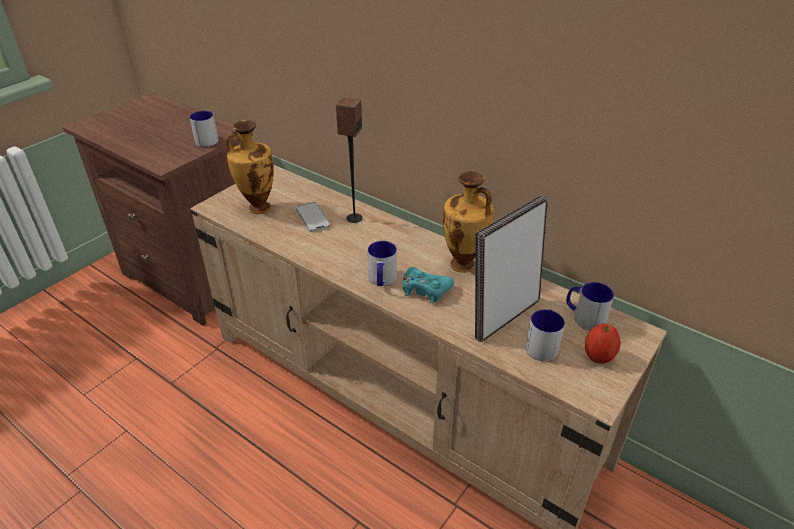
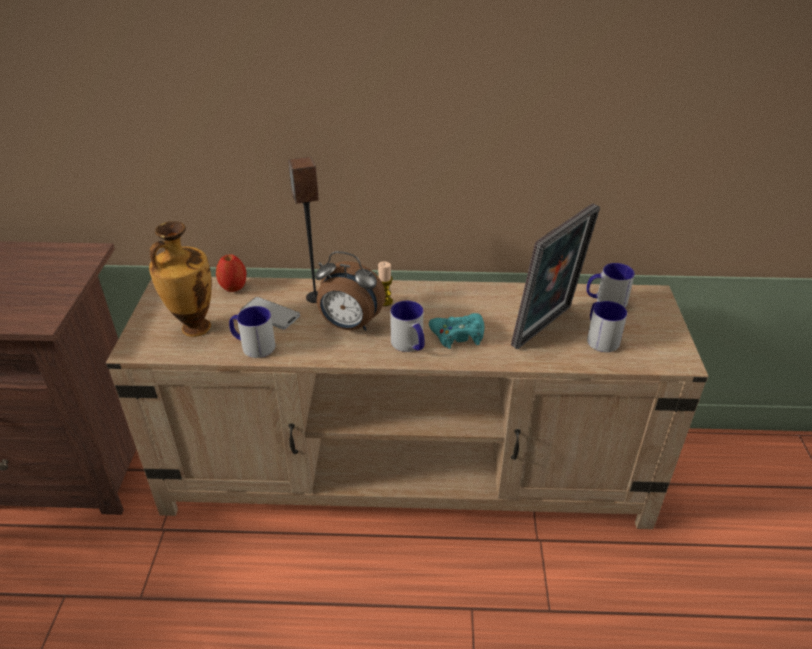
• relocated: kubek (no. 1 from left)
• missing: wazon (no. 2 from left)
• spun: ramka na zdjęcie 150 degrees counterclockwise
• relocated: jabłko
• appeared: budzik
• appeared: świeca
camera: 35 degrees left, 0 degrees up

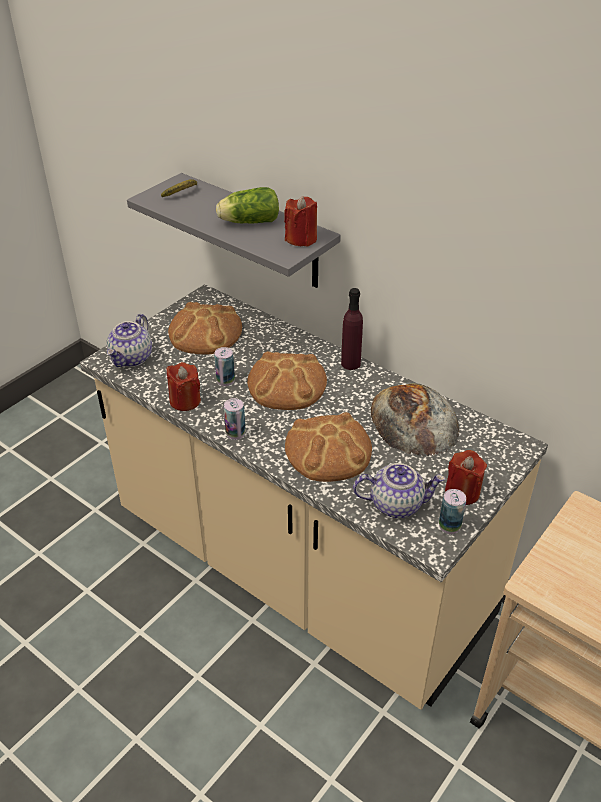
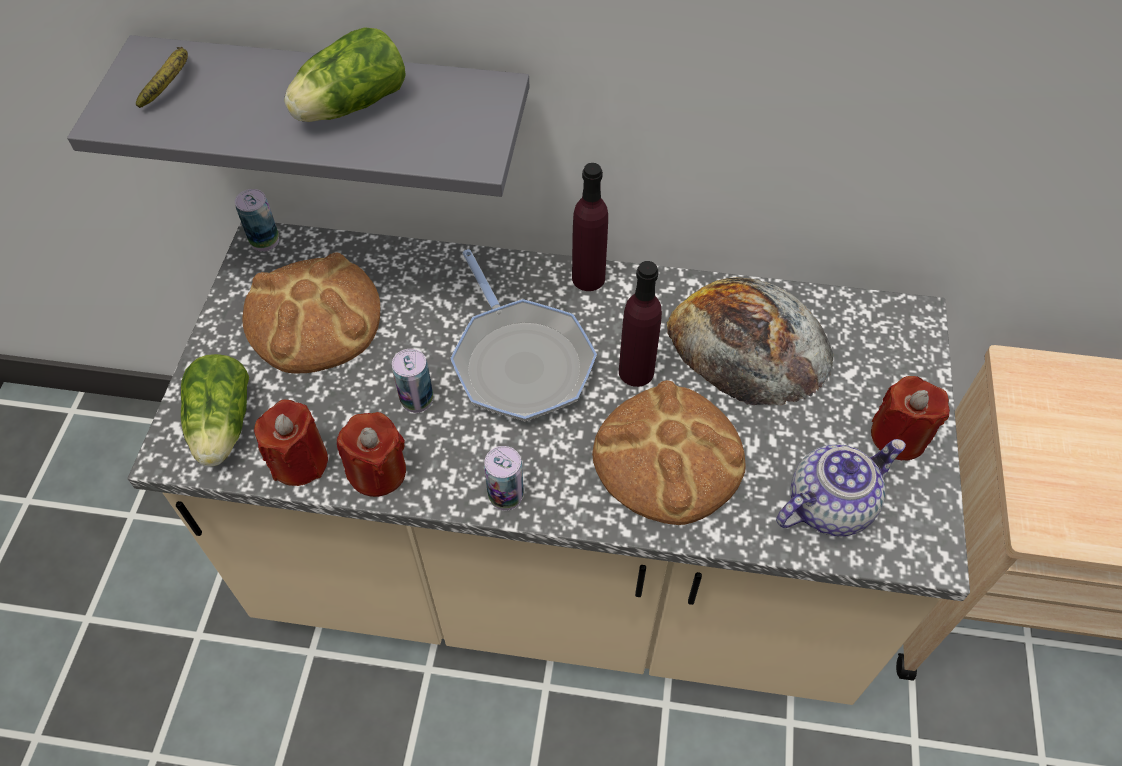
• relocated: świeca [czerwony] (no. 2 from left in the first image) to świeca [czerwony] (no. 1 from left)
• exchanged: imbryk (no. 1 from left) to sałata (no. 1 from left)
• exchanged: chleb (no. 2 from left) to patelnia
• relocated: puszka (no. 3 from left in the first image) to puszka (no. 1 from left)
• appeared: butelka [fioletowy] (no. 2 from left)
camera: 30 degrees left, 15 degrees up

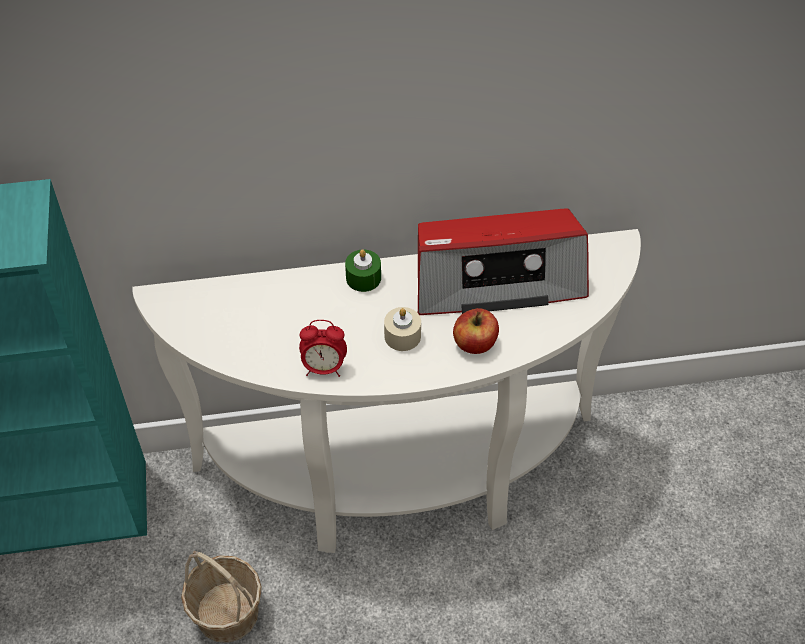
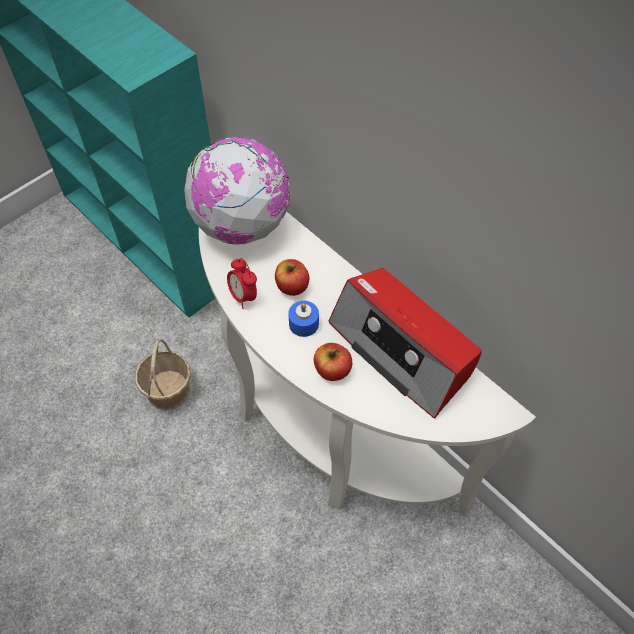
• missing: świeca [zielony]
• colour: świeca [beżowy] to świeca [niebieski]
• appeared: globus
• appeared: jabłko (no. 1 from left)
camera: 55 degrees right, 5 degrees up

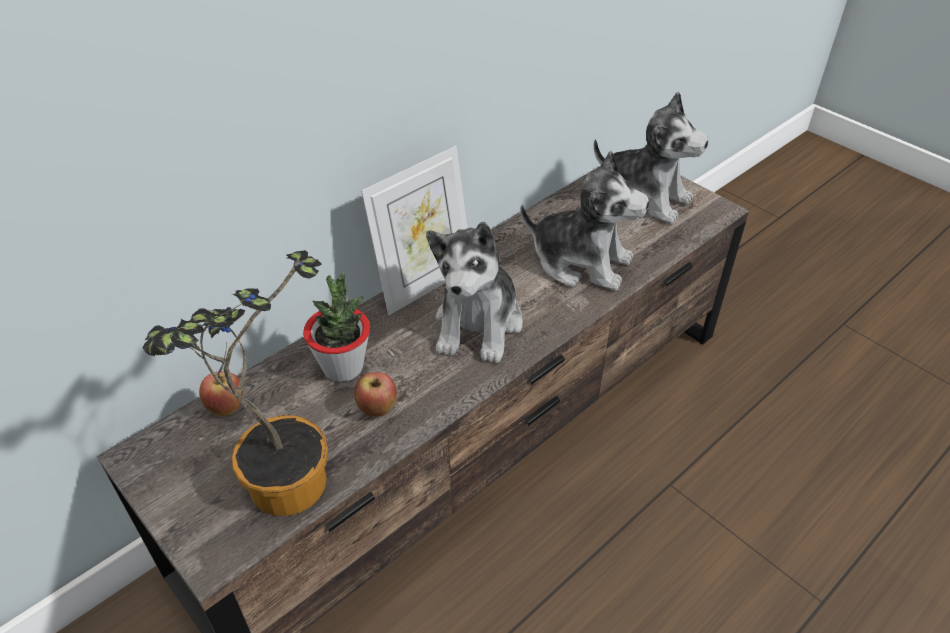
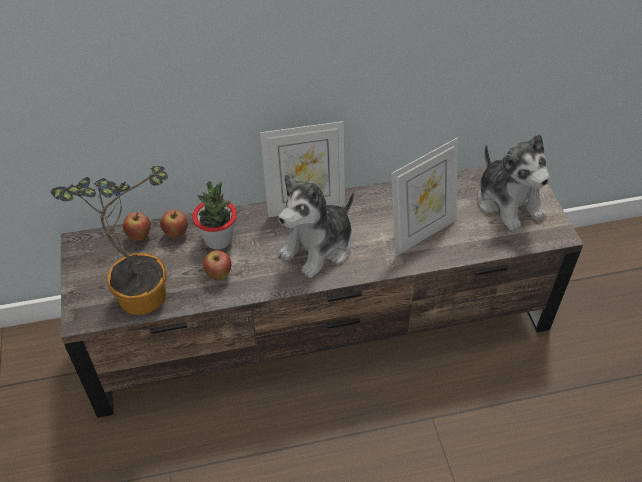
• exchanged: pluszak (no. 2 from left) to ramka na zdjęcie (no. 2 from left)
• appeared: jabłko (no. 2 from left)
camera: 30 degrees right, 5 degrees up

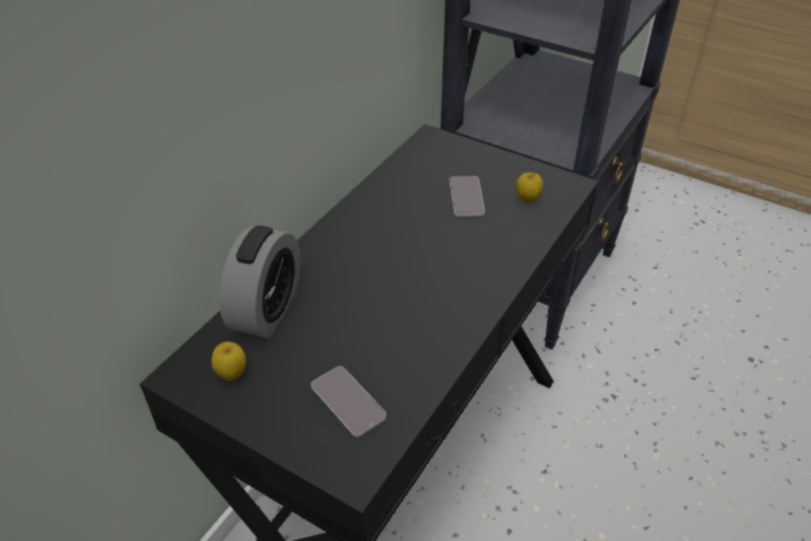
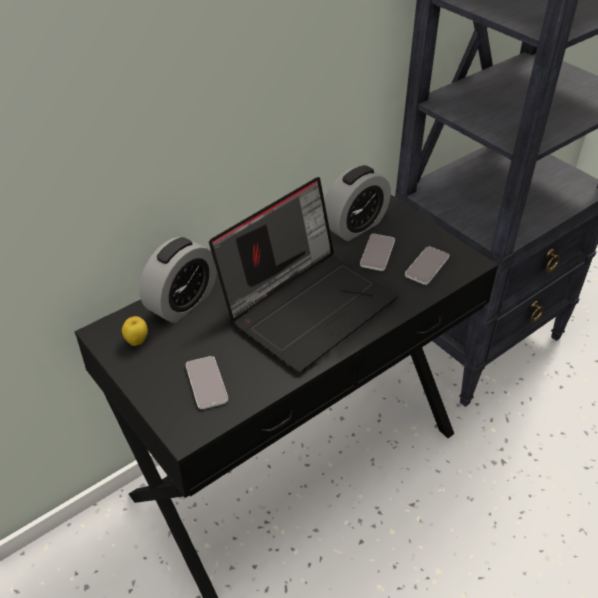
• exchanged: jabłko (no. 2 from left) to telefon (no. 3 from left)
• appeared: budzik (no. 2 from left)
• appeared: laptop
camera: 20 degrees right, 0 degrees up

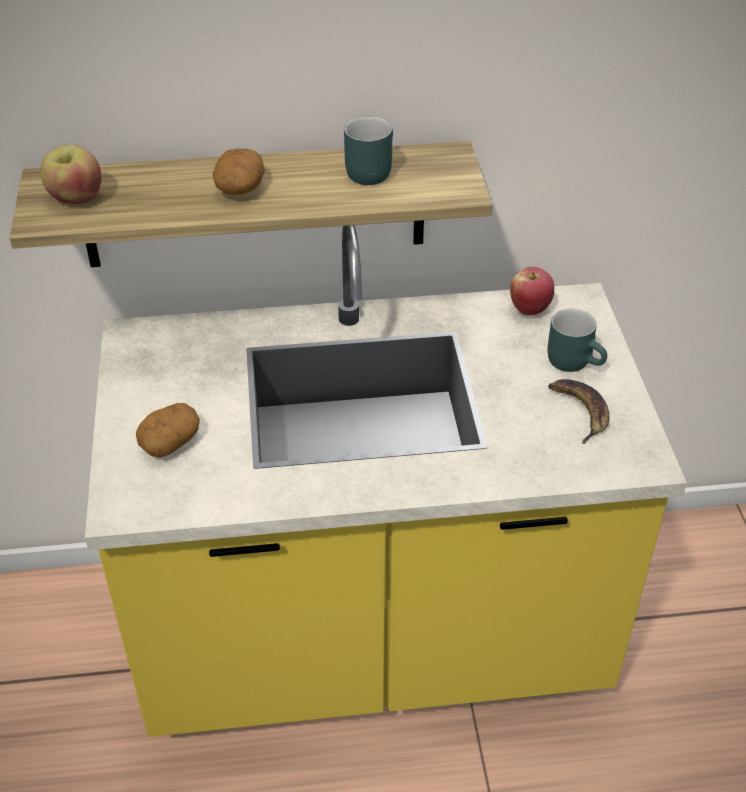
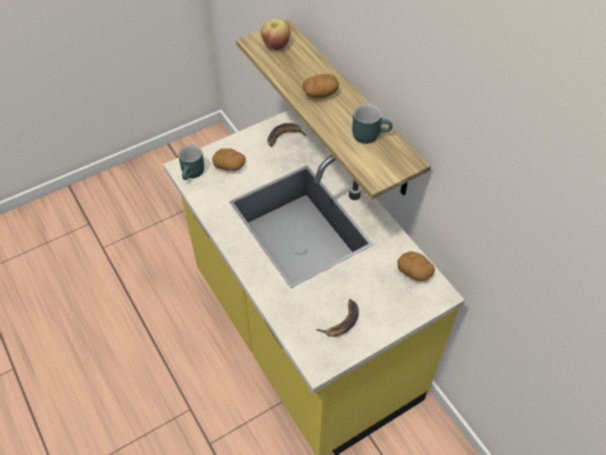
• exchanged: jabłko (no. 2 from left) to ziemniak (no. 3 from left)
• relocated: kubek [turkusowy] (no. 2 from left in the first image) to kubek [turkusowy] (no. 1 from left)
• appeared: banan (no. 1 from left)
camera: 65 degrees right, 10 degrees up

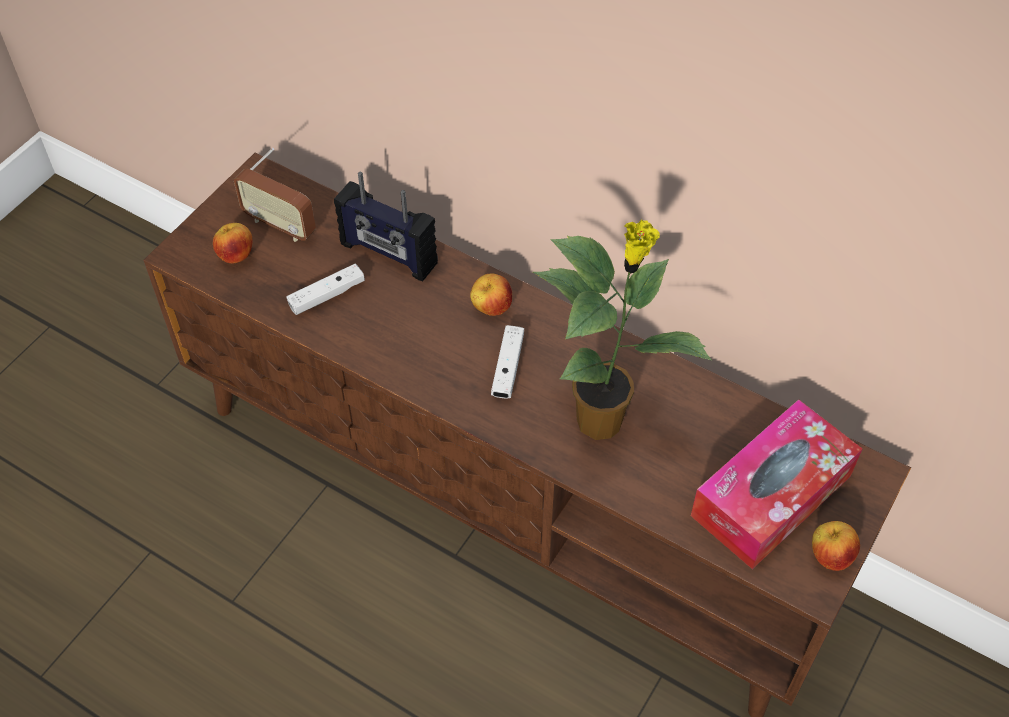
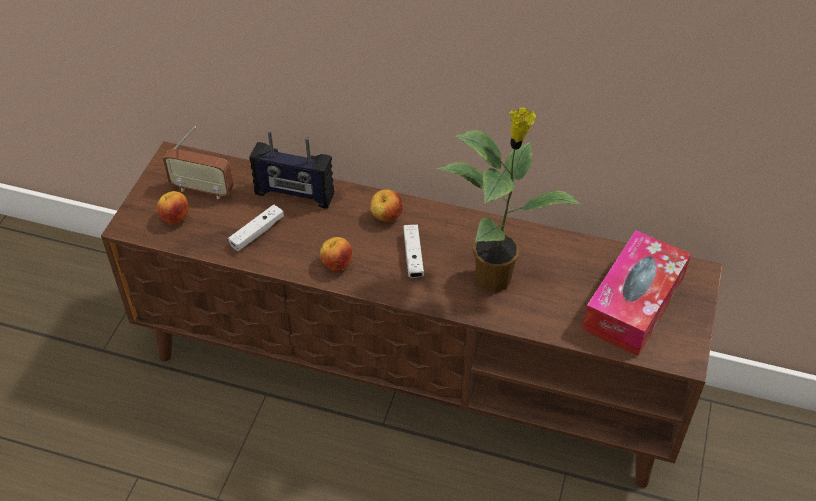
• relocated: jabłko (no. 3 from left in the first image) to jabłko (no. 2 from left)
camera: 15 degrees left, 5 degrees down

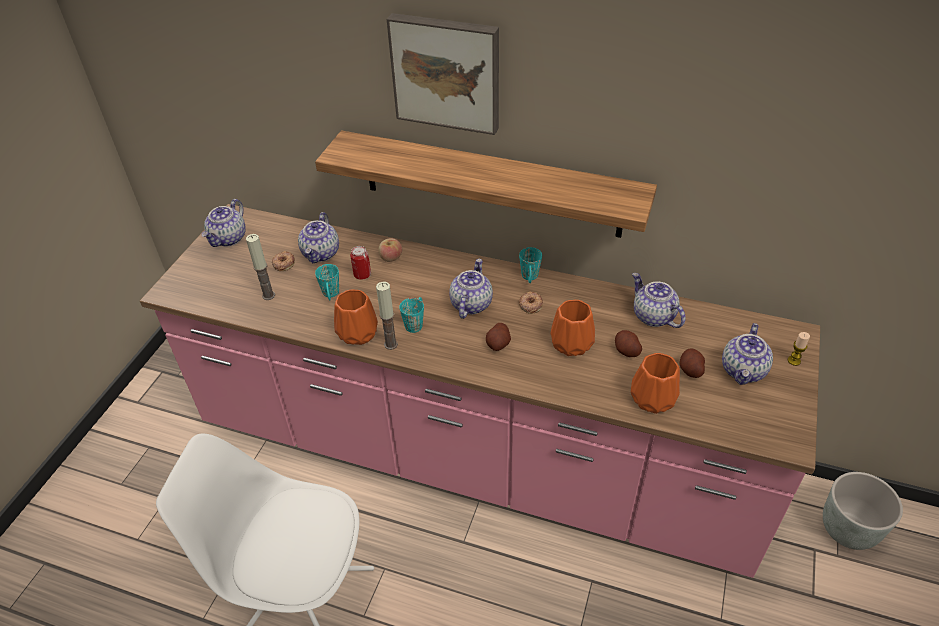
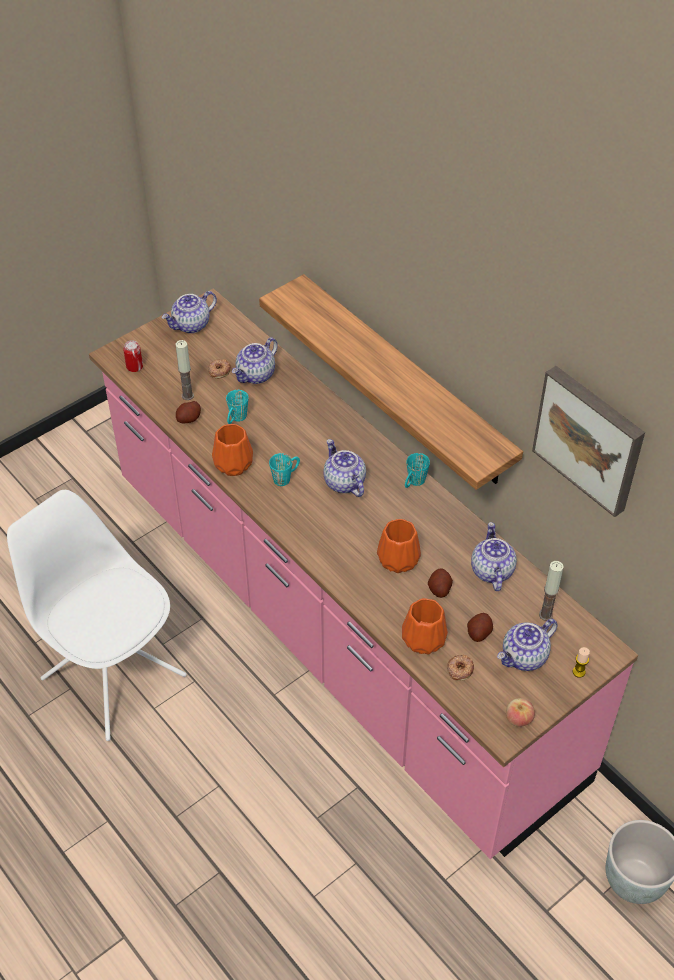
• relocated: obraz
• relocated: jabłko
• relocated: puszka
• spun: imbryk (no. 3 from left) 75 degrees counterclockwise
• relocated: świeca (no. 2 from left)
• relocated: donut (no. 2 from left)
• relocated: ziemniak (no. 1 from left)
camera: 30 degrees right, 5 degrees up

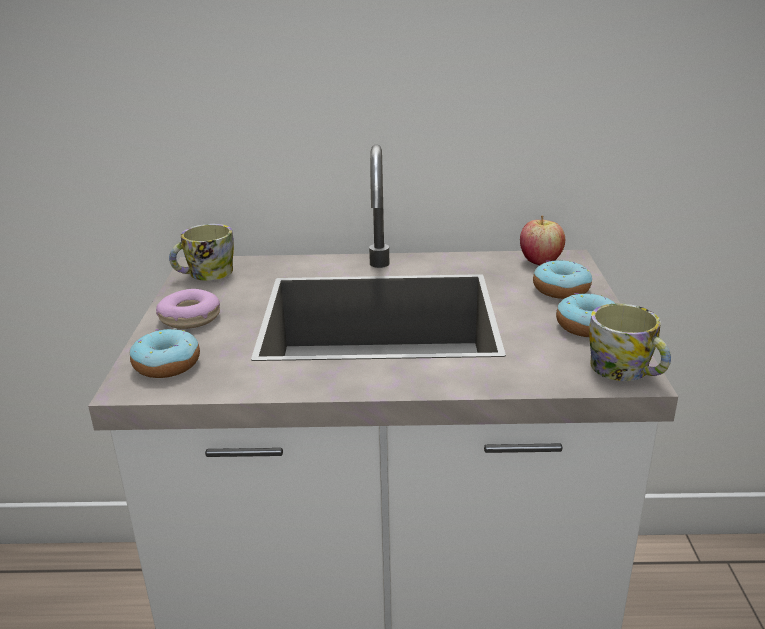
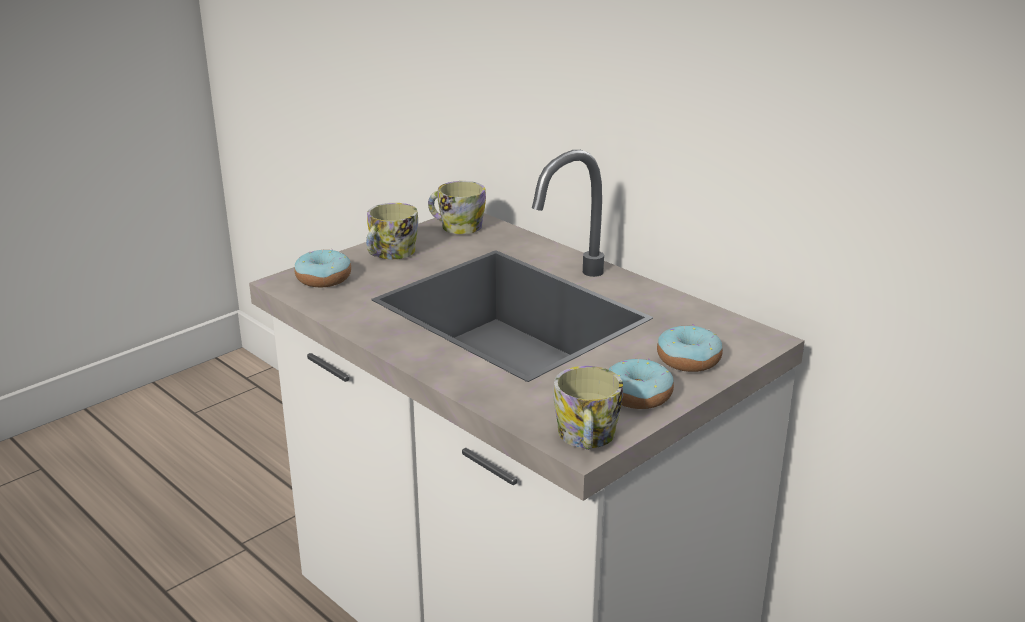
• missing: jabłko
• exchanged: donut (no. 2 from left) to kubek (no. 1 from left)
camera: 45 degrees right, 0 degrees up

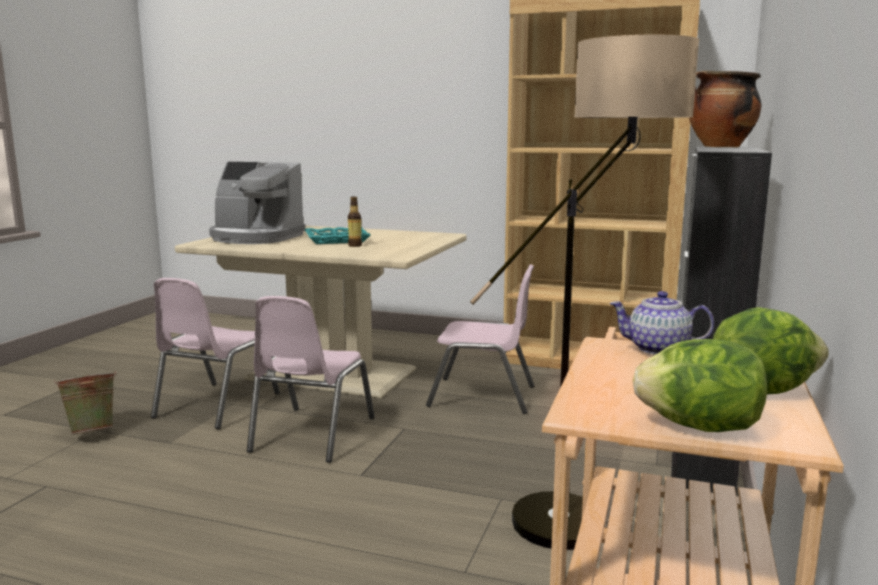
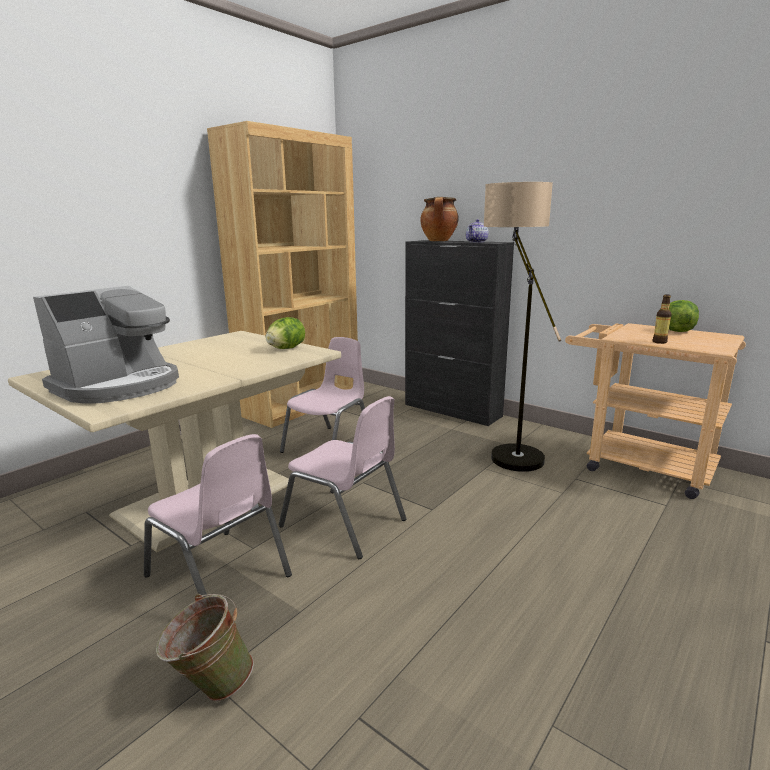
• relocated: butelka
• missing: taca [turkusowy]
• relocated: imbryk
• relocated: sałata (no. 1 from left)
camera: 70 degrees left, 5 degrees up

